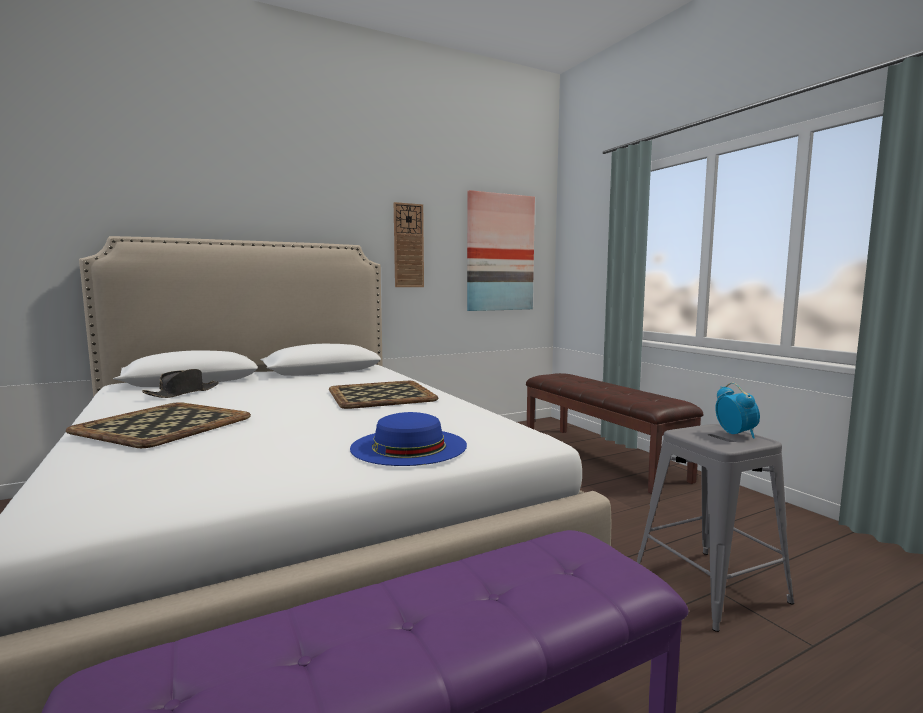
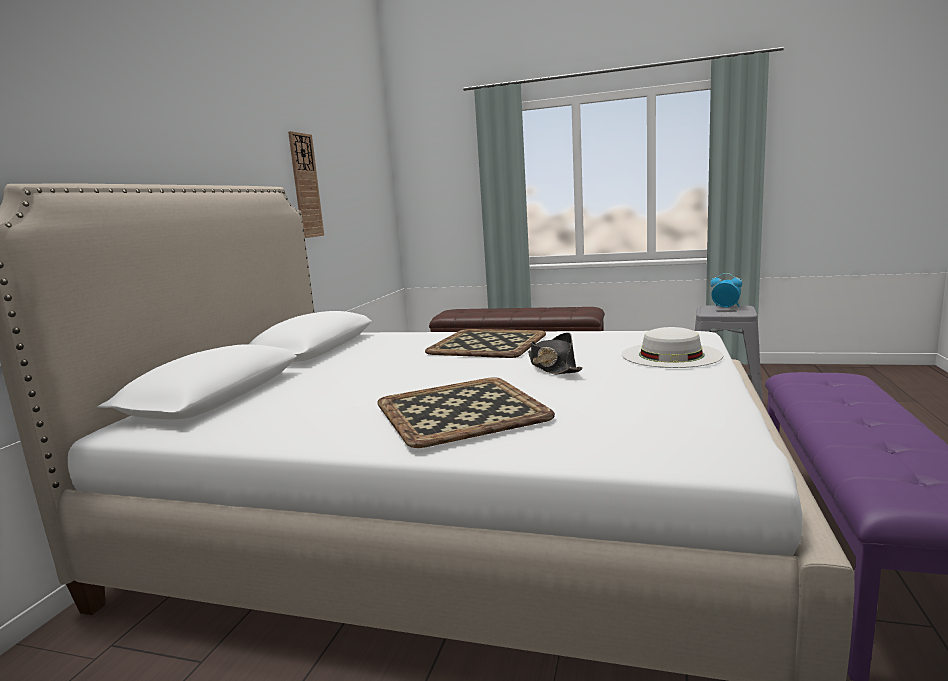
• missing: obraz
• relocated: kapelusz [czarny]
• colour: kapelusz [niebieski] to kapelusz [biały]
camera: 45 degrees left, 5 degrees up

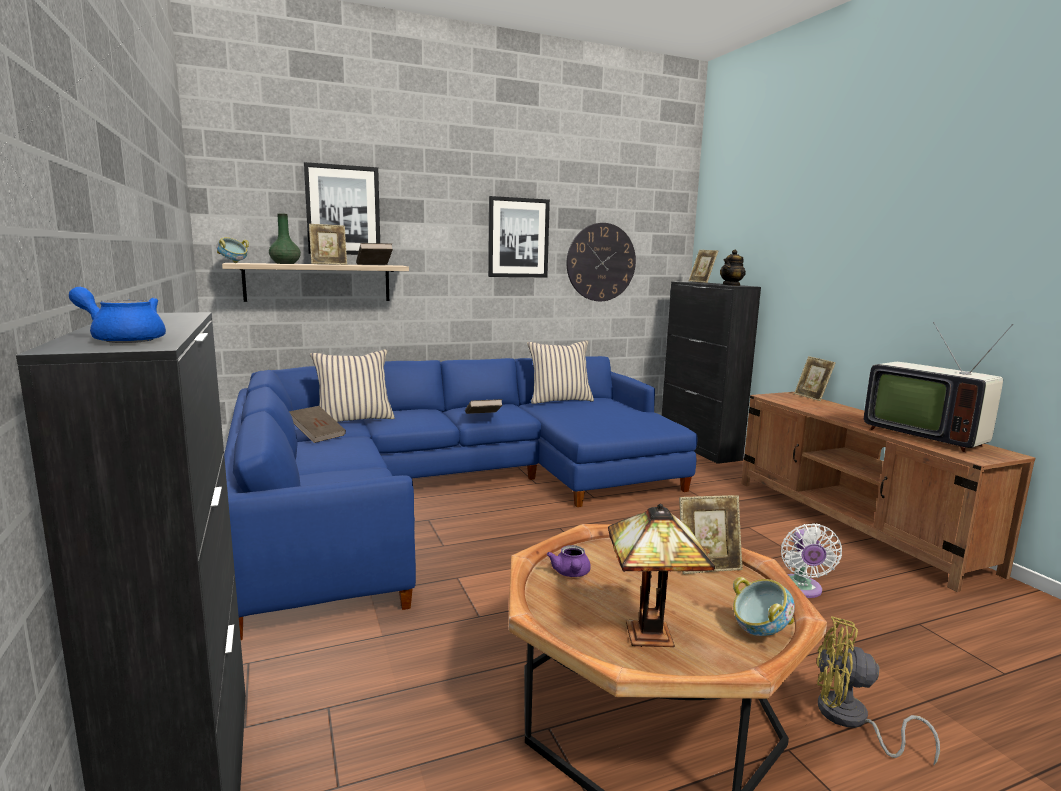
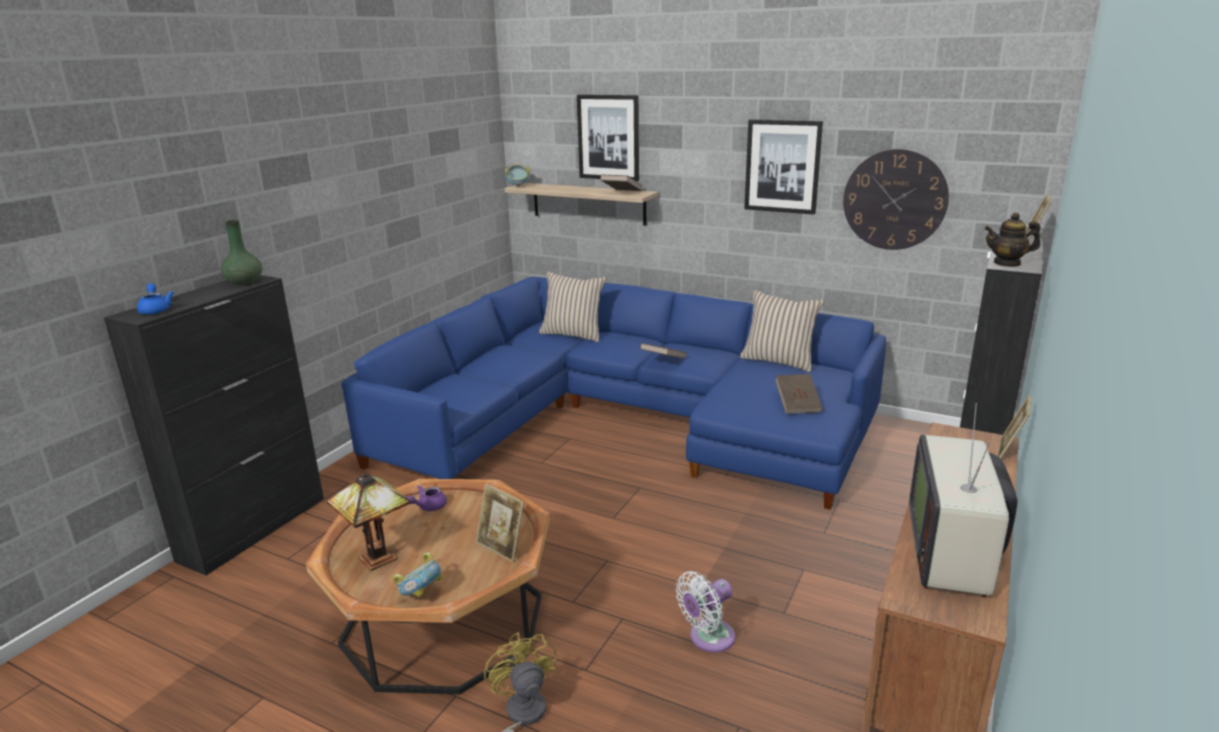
• relocated: wazon [zielony]
• missing: ramka na zdjęcie (no. 1 from left)
• relocated: książka [brązowy] (no. 1 from left in the first image) to książka [brązowy] (no. 3 from left)
camera: 50 degrees right, 10 degrees up

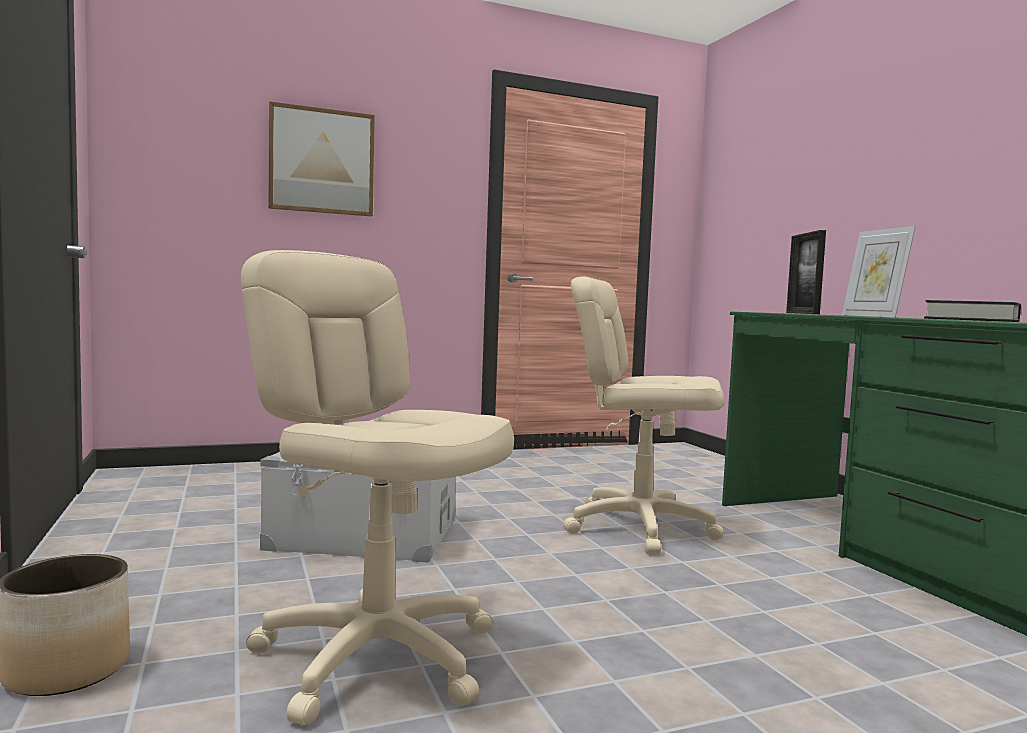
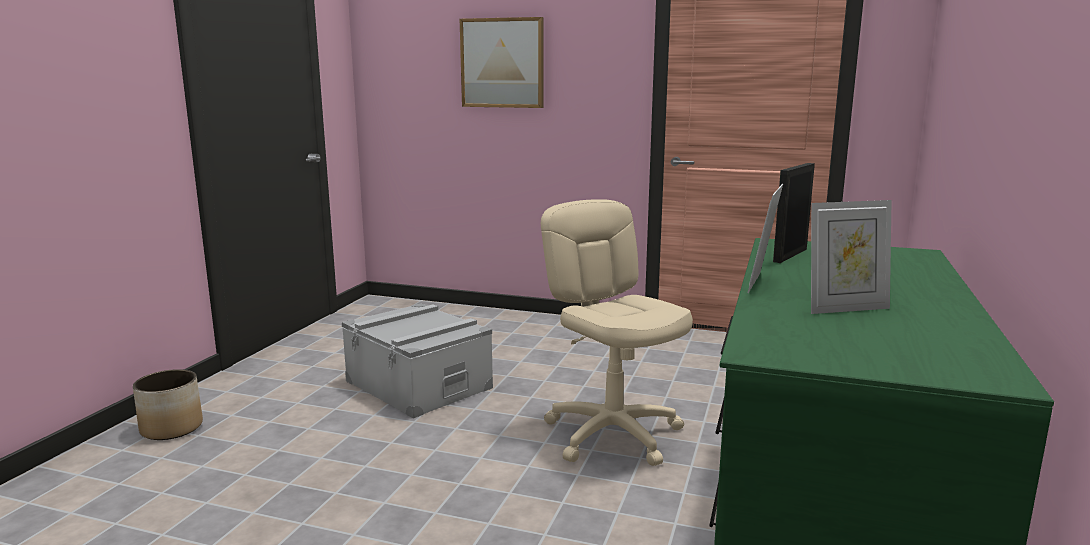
• missing: krzesło biurowe [beżowy] (no. 1 from left)
• exchanged: książka [czarny] to ramka na zdjęcie (no. 3 from left)
camera: 40 degrees right, 10 degrees up

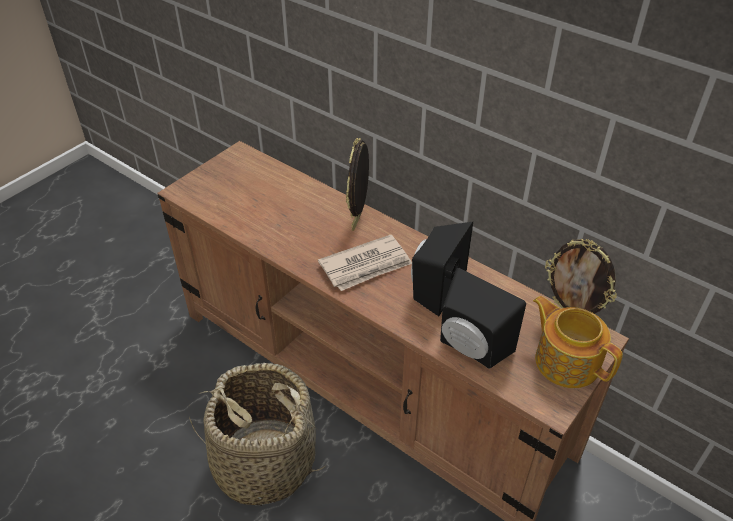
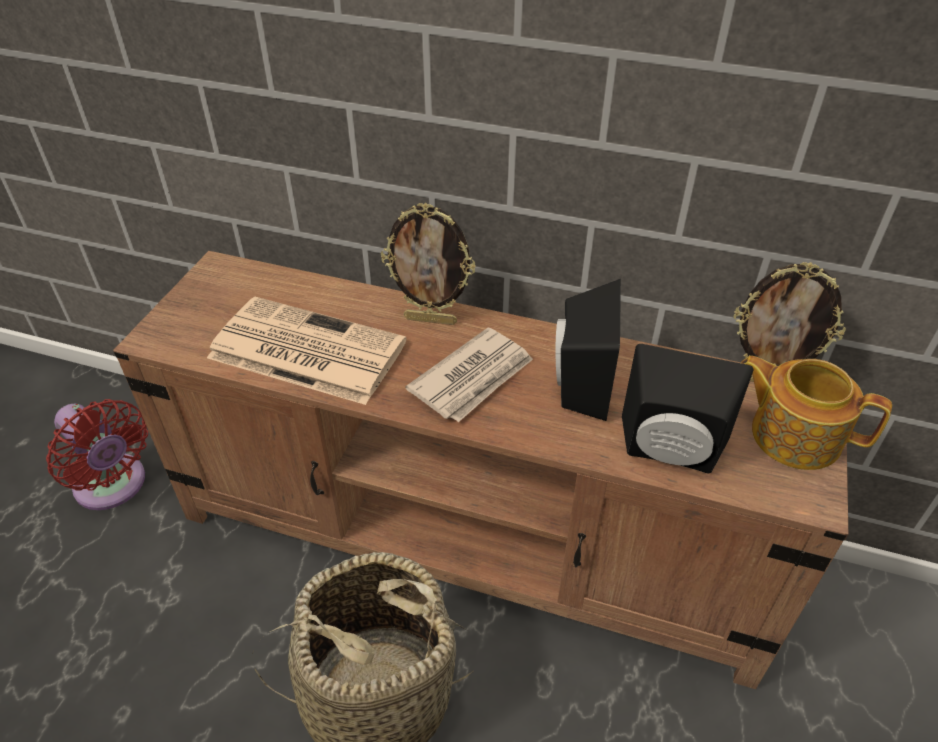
• spun: ramka na zdjęcie (no. 1 from left) 75 degrees counterclockwise
• appeared: gazeta (no. 1 from left)
• appeared: wentylator [czerwony]
camera: 20 degrees left, 0 degrees up

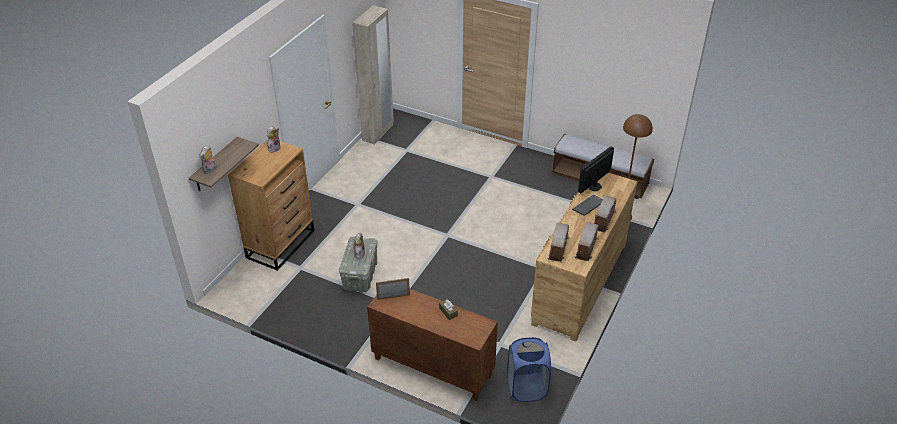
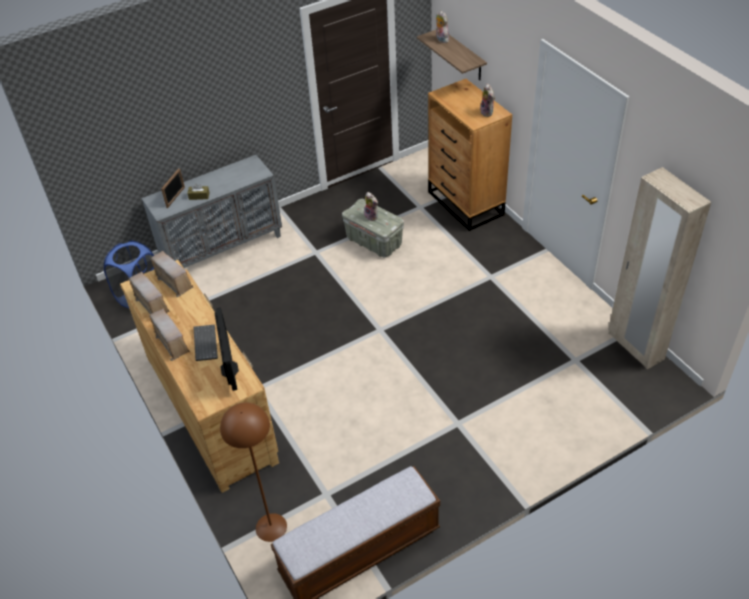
• relocated: ramka na zdjęcie
• colour: szafka [brązowy] to szafka [szary]
camera: 125 degrees right, 5 degrees up

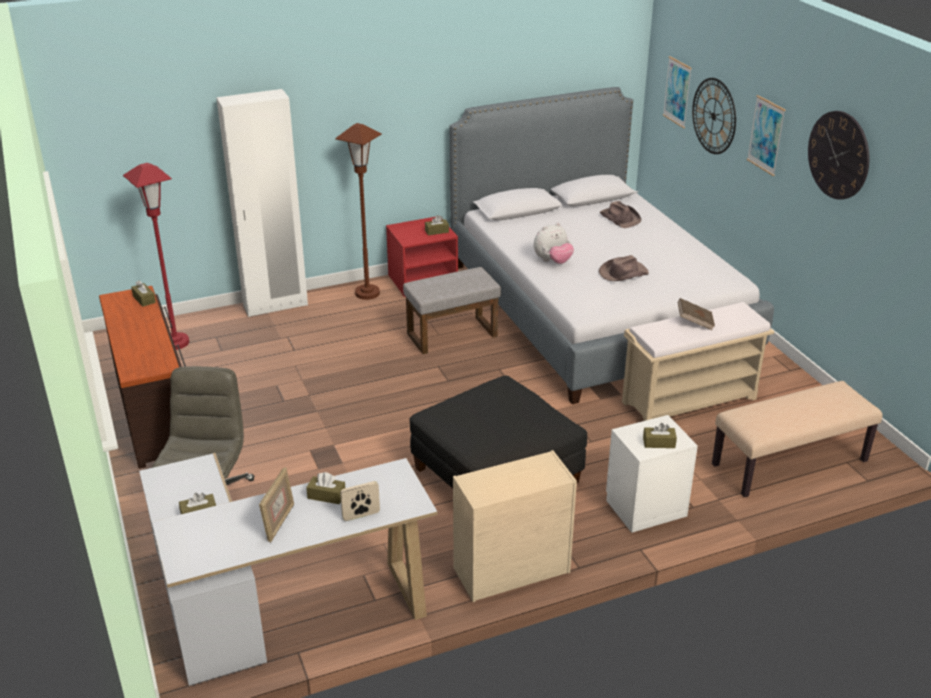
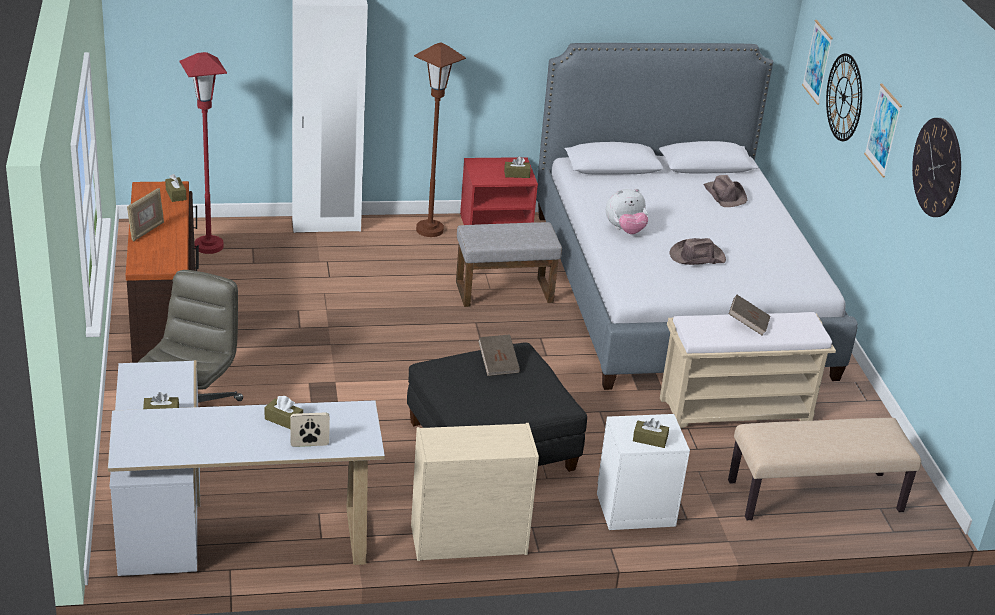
• relocated: ramka na zdjęcie (no. 1 from left)
• appeared: książka [brązowy] (no. 1 from left)
camera: 10 degrees right, 0 degrees up

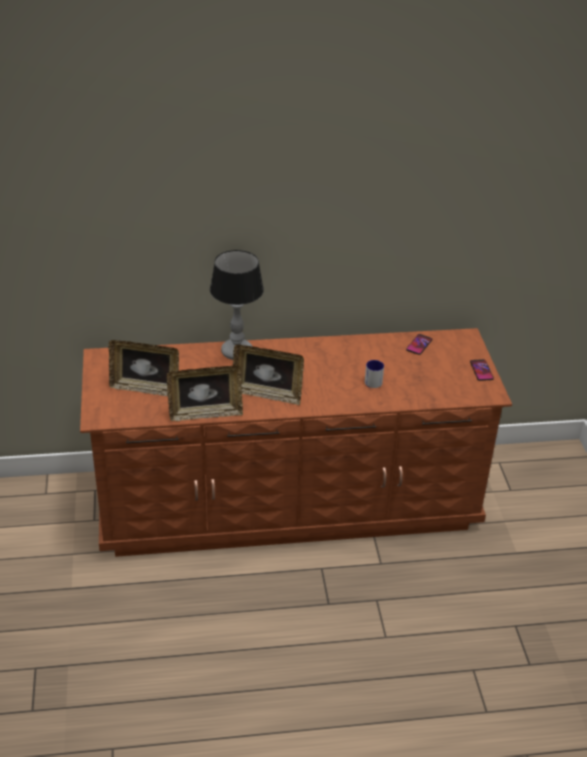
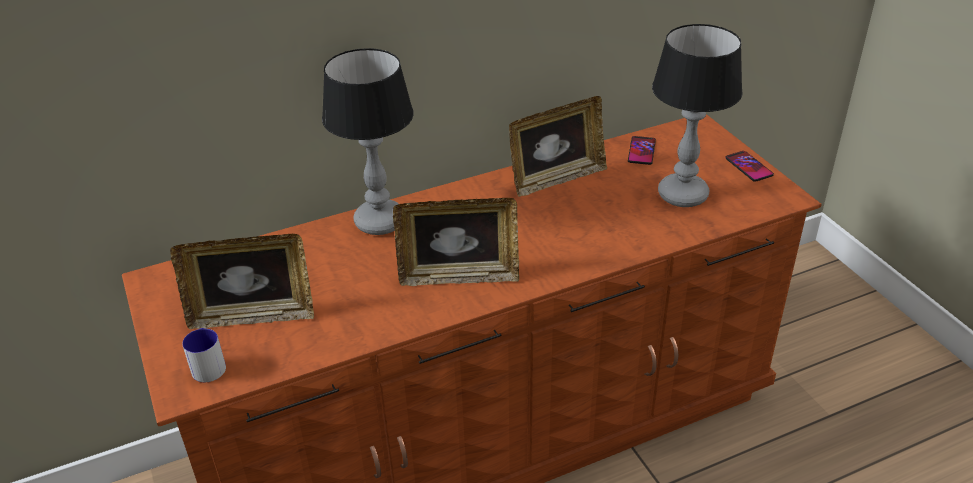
• relocated: kubek
• relocated: ramka na zdjęcie (no. 2 from left in the first image) to ramka na zdjęcie (no. 3 from left)
• appeared: lampa stołowa (no. 2 from left)
camera: 15 degrees left, 0 degrees up

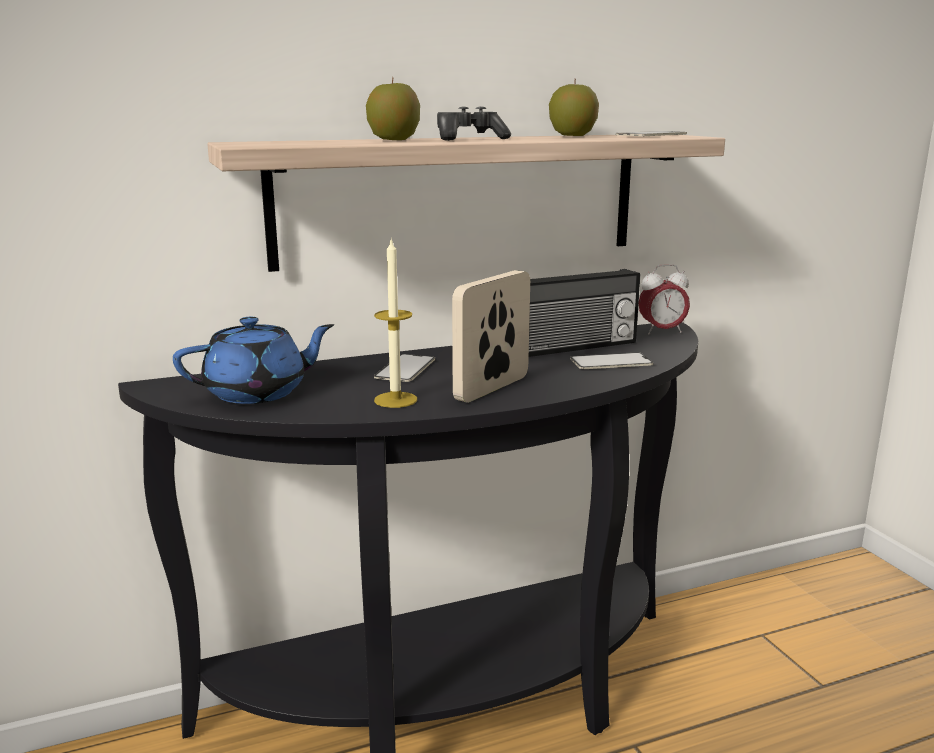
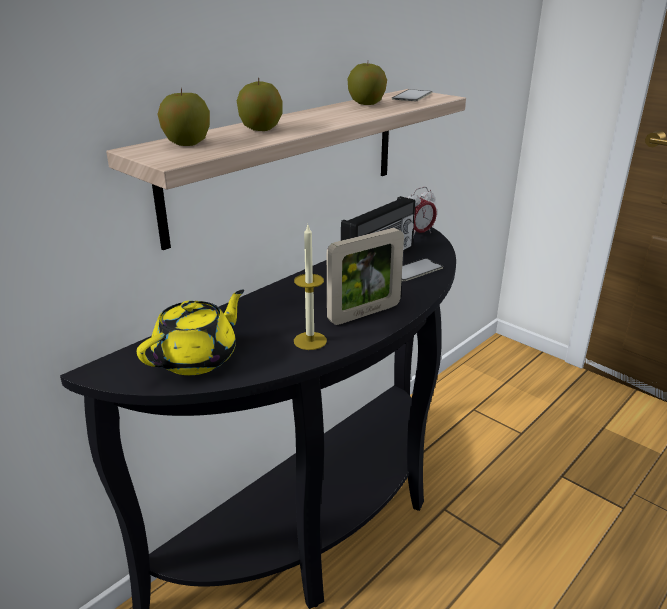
• missing: pad do gier
• spun: ramka na zdjęcie 135 degrees counterclockwise
• colour: imbryk [niebieski] to imbryk [żółty]
• missing: telefon (no. 1 from left)
• appeared: jabłko (no. 1 from left)
camera: 25 degrees left, 10 degrees up

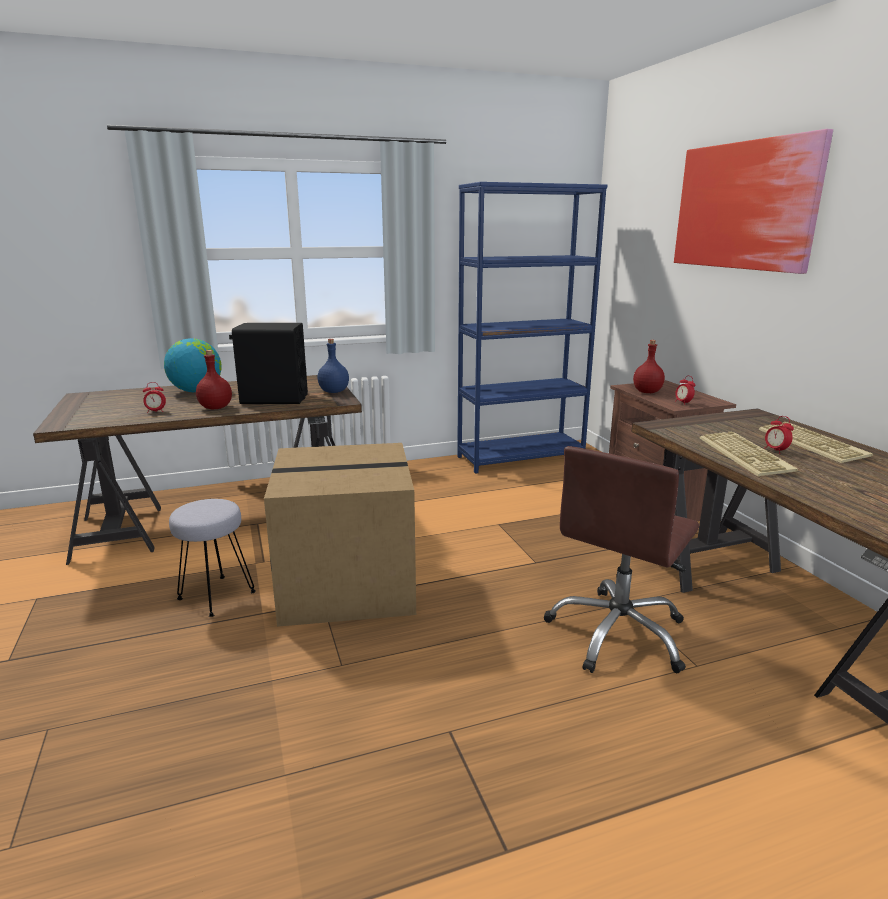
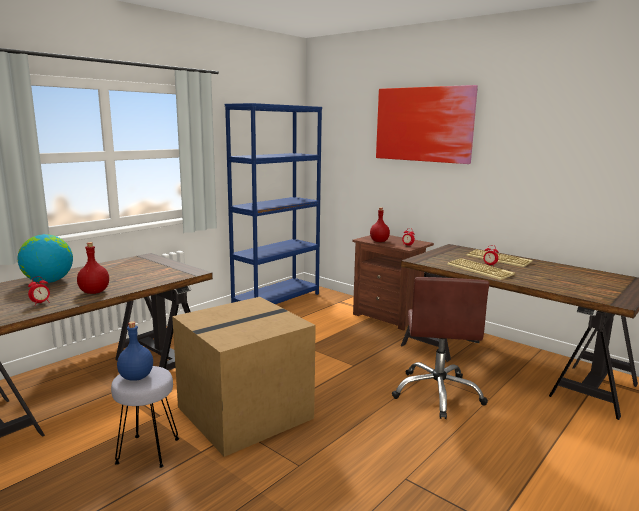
• missing: głośnik [czarny]
• relocated: butelka [niebieski]
camera: 30 degrees left, 5 degrees down

